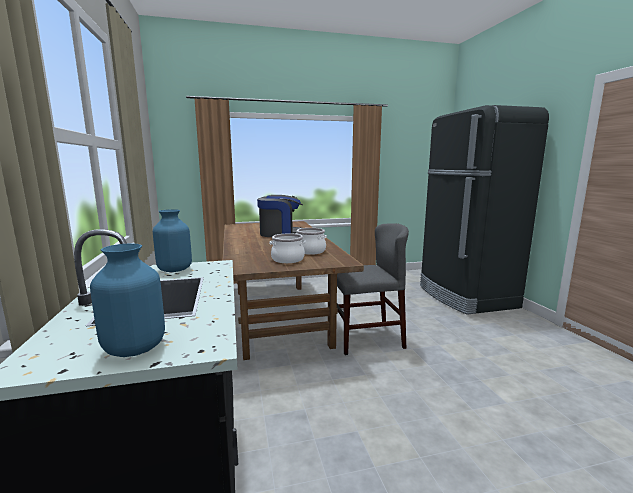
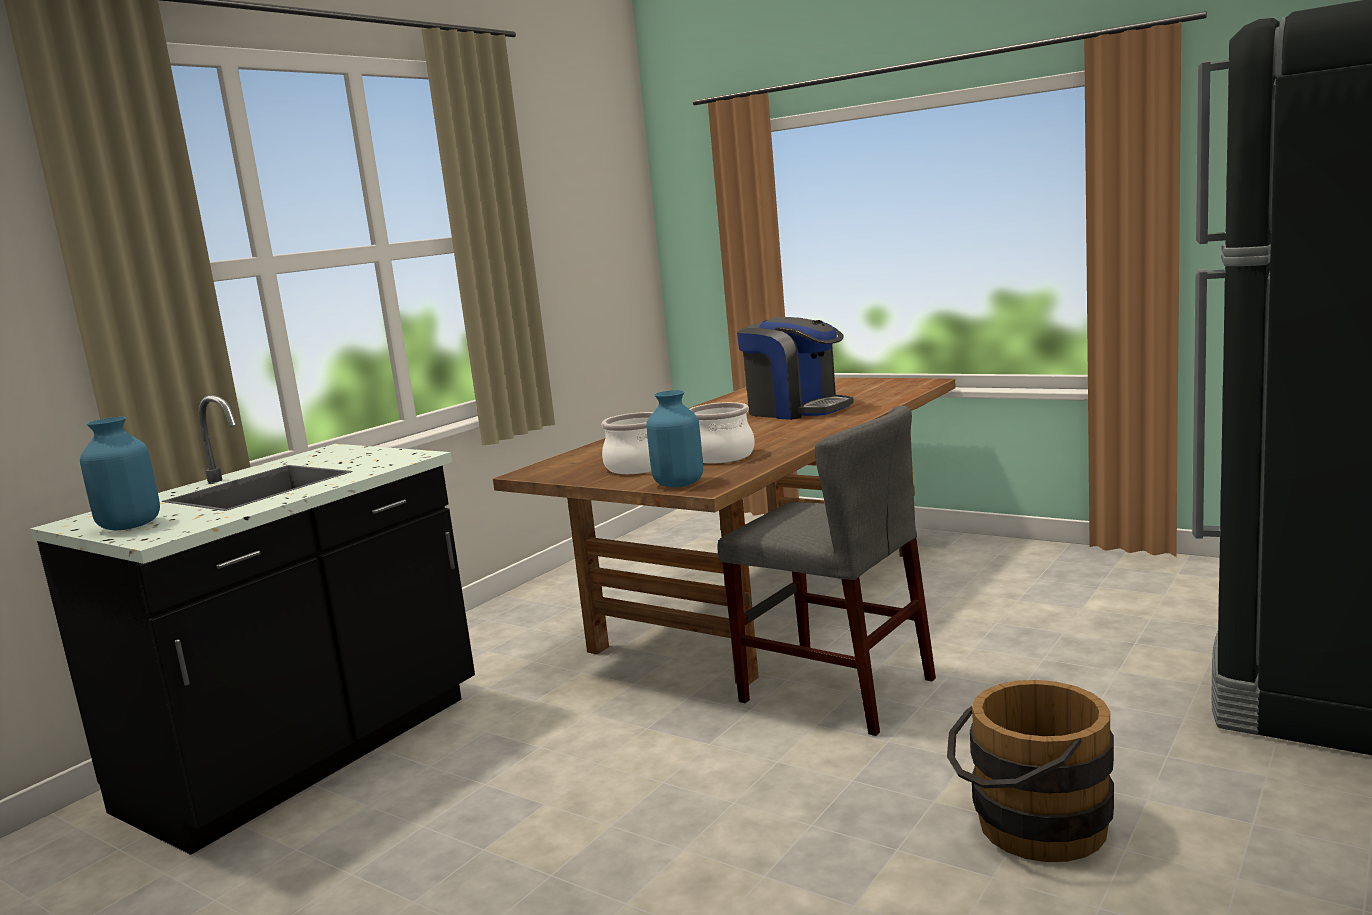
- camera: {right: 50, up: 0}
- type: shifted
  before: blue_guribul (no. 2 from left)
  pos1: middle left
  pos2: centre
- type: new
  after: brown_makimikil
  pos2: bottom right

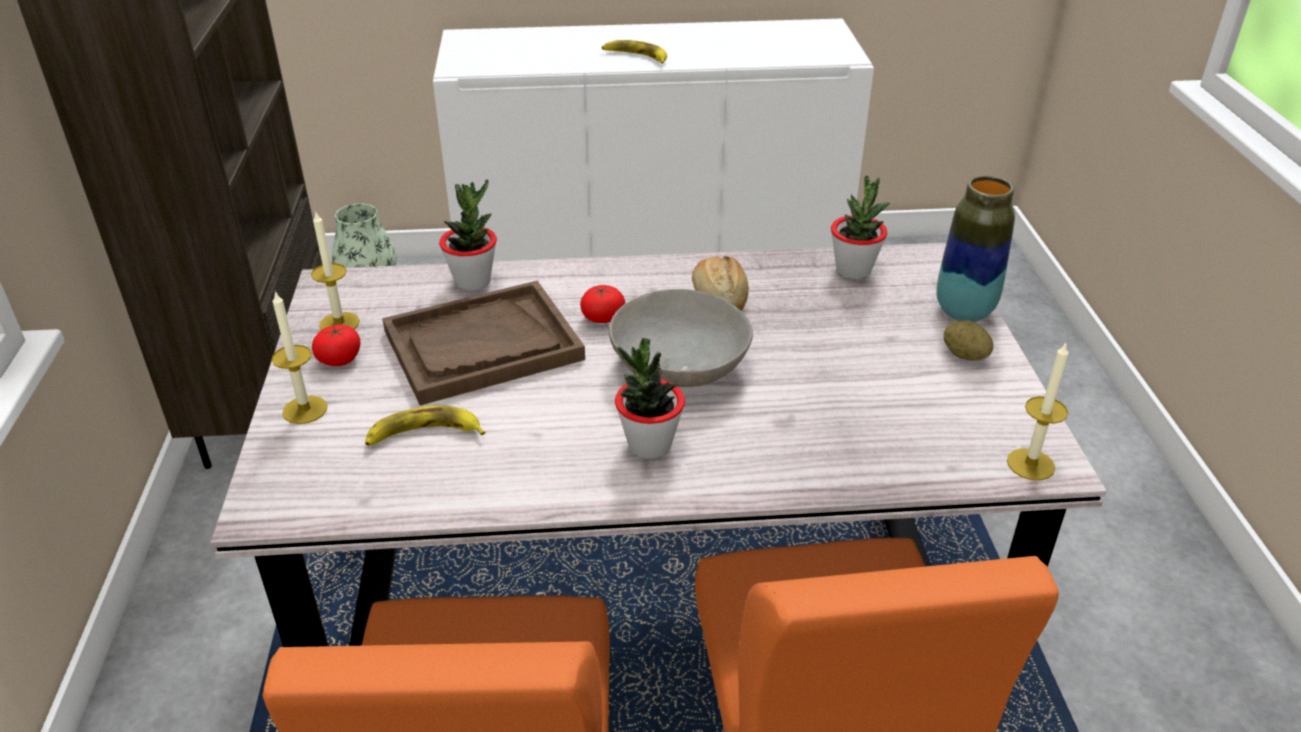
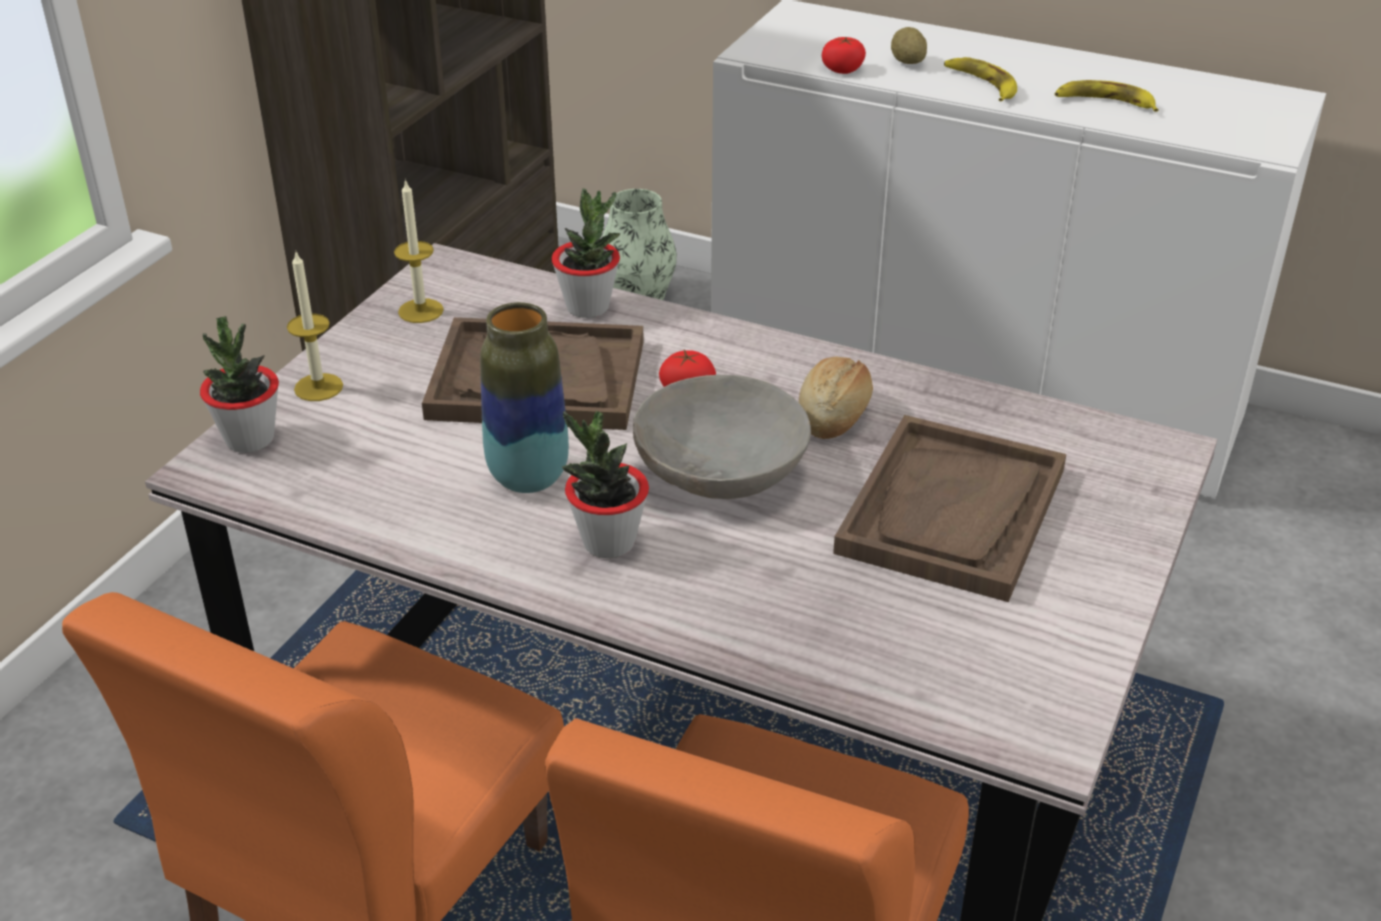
- camera: {right: 30, up: 0}
- type: shifted
  before: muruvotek (no. 1 from left in the first image)
  after: muruvotek (no. 2 from left)
  pos1: middle left
  pos2: top centre
- type: shifted
  before: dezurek (no. 1 from left in the first image)
  after: dezurek (no. 2 from left)
  pos1: middle left
  pos2: top right
- type: shifted
  before: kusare (no. 3 from left in the first image)
  after: kusare (no. 1 from left)
  pos1: top centre
  pos2: middle left
- type: shifted
  before: guribul (no. 2 from left in the first image)
  after: guribul (no. 1 from left)
  pos1: middle right
  pos2: centre
- type: shifted
  before: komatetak
  pos1: middle right
  pos2: top centre
- type: gone
  before: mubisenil (no. 3 from left)
  pos1: middle right
- type: new
  after: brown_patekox (no. 2 from left)
  pos2: middle right

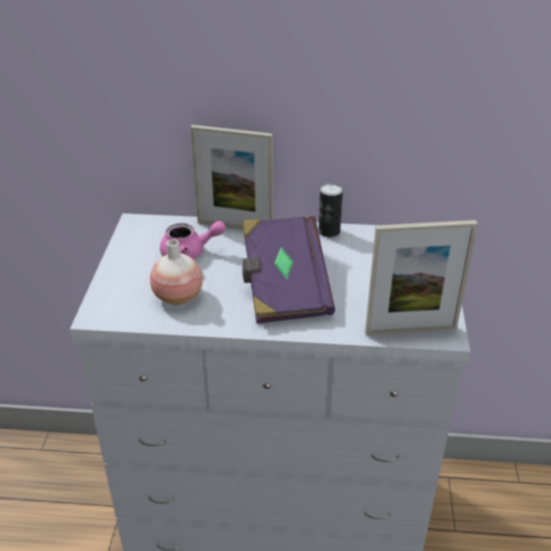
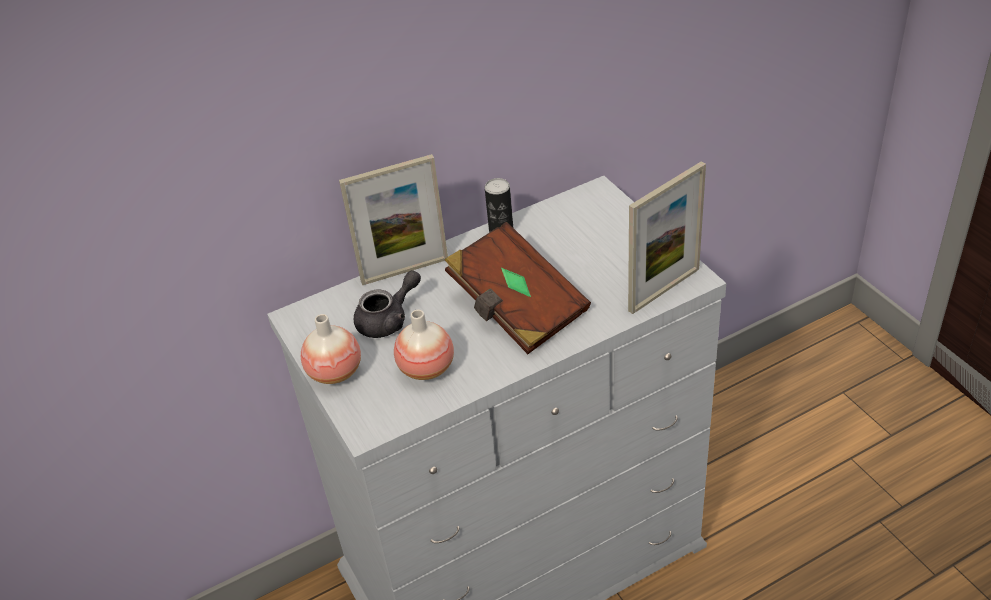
- camera: {right: -30, up: 5}
- type: repainted
  before: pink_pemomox
  after: grey_pemomox
  pos1: centre
  pos2: centre
- type: repainted
  before: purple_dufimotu
  after: brown_dufimotu
  pos1: centre
  pos2: centre
- type: new
  after: guribul (no. 1 from left)
  pos2: centre

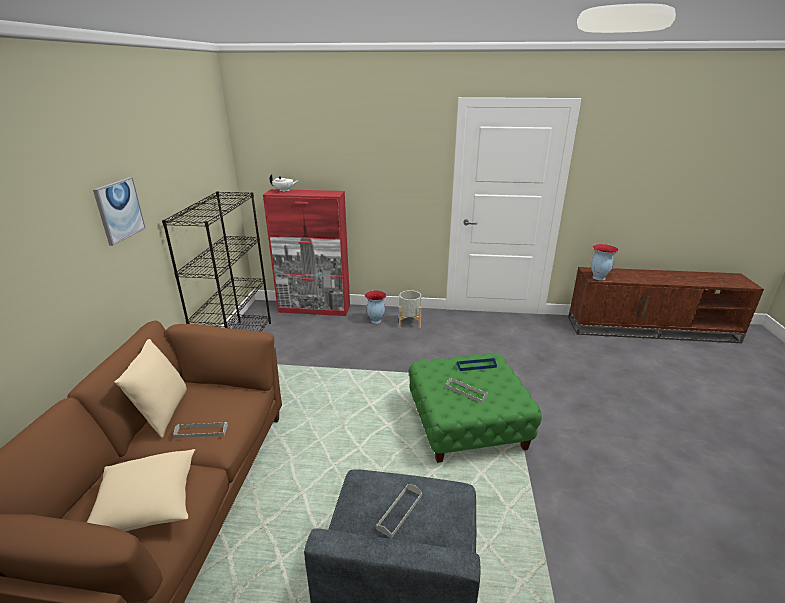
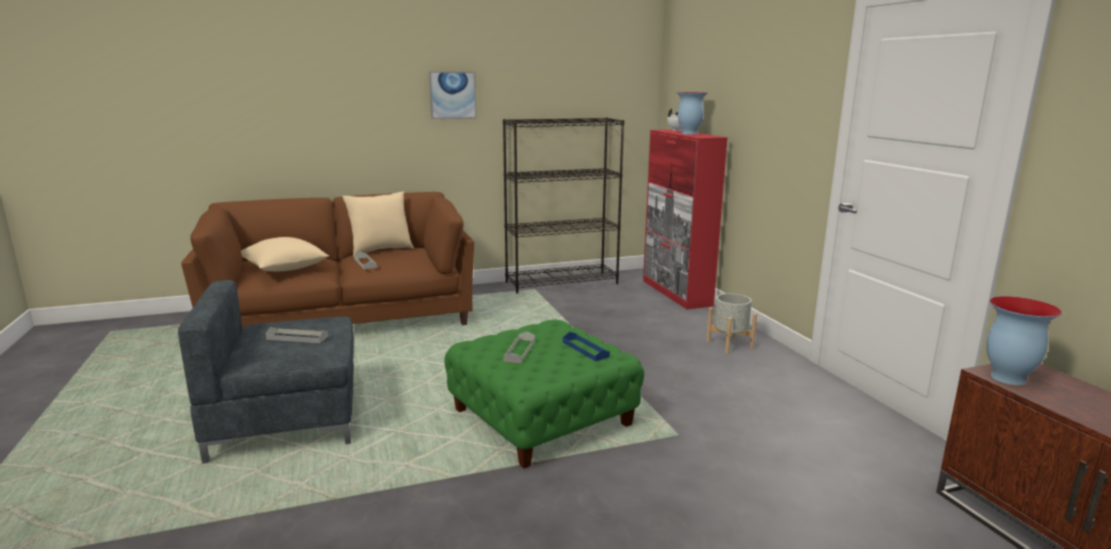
- camera: {right: 65, up: -10}
- type: shifted
  before: guribul (no. 1 from left)
  pos1: centre
  pos2: top centre

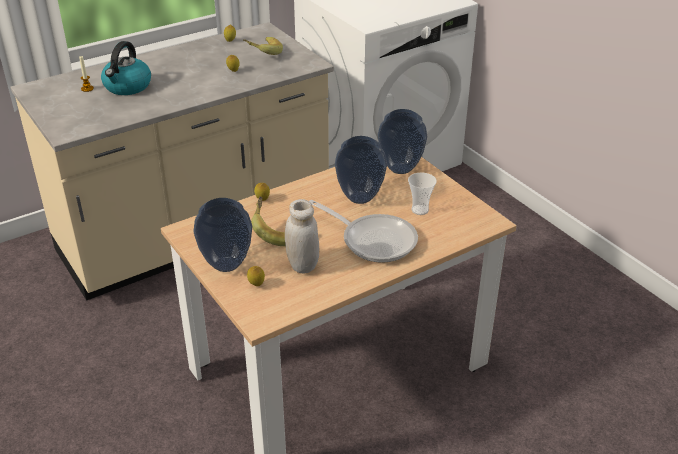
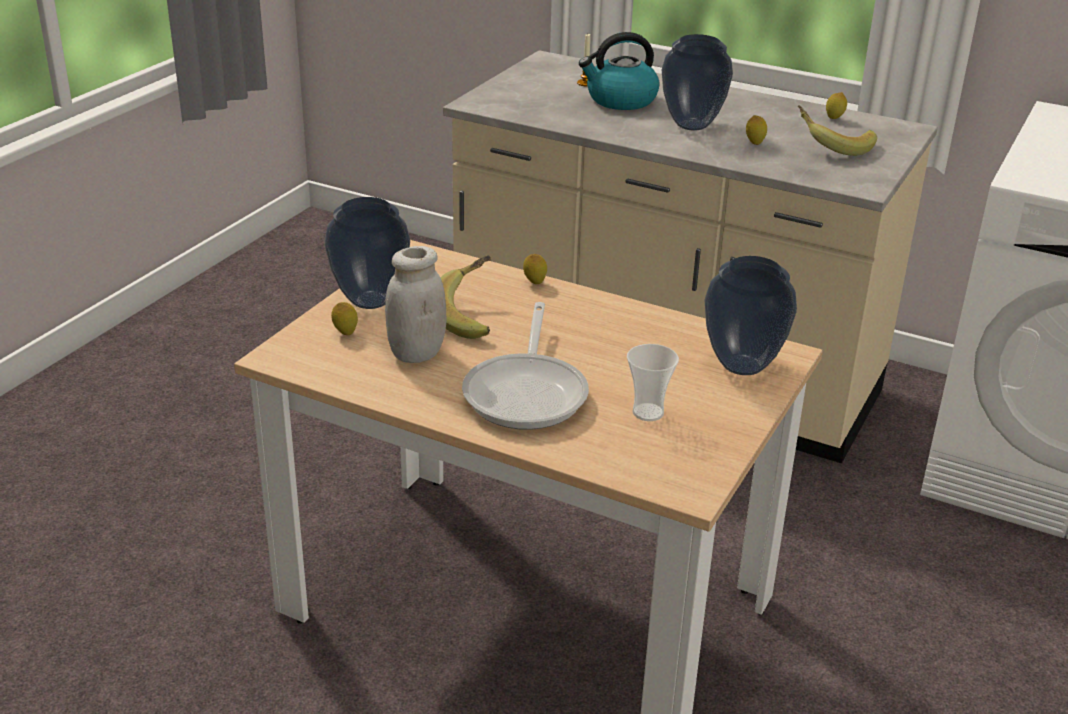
- camera: {right: 60, up: -5}
- type: shifted
  before: guribul (no. 2 from left)
  pos1: centre
  pos2: top centre

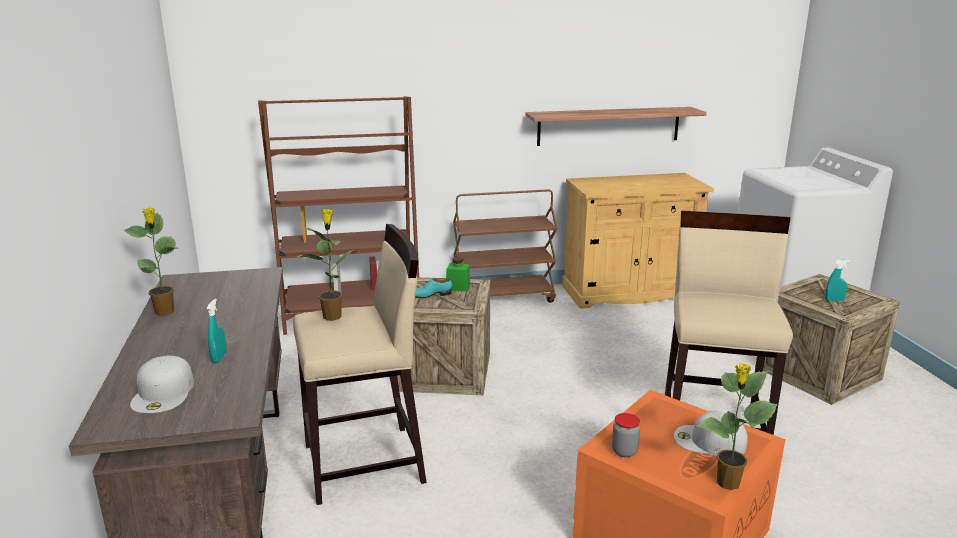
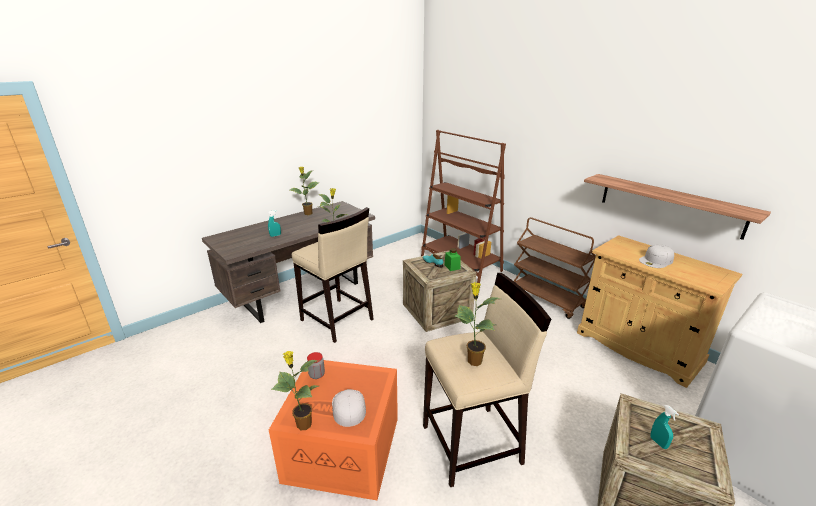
- camera: {right: 60, up: 5}
- type: shifted
  before: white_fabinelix (no. 1 from left in the first image)
  after: white_fabinelix (no. 2 from left)
  pos1: bottom left
  pos2: middle right
- type: new
  after: kusare (no. 4 from left)
  pos2: centre

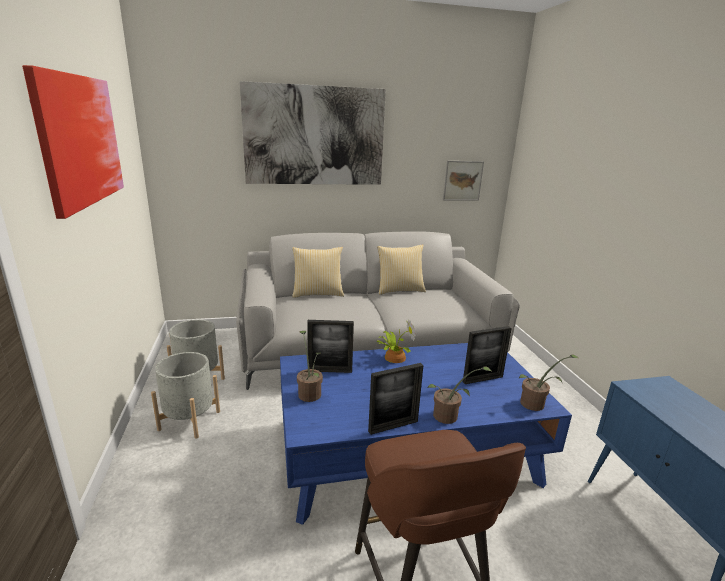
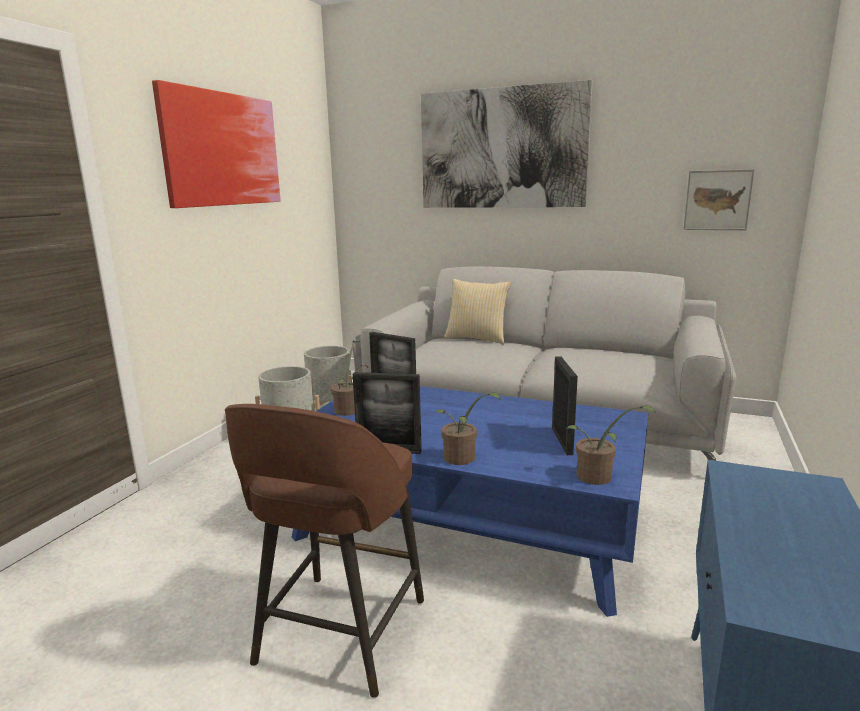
- camera: {right: 35, up: -5}
- type: gone
  before: kusare (no. 2 from left)
  pos1: centre
- type: gone
  before: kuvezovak (no. 2 from left)
  pos1: centre
- type: rotated
  before: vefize (no. 3 from left)
  pos1: middle right
  pos2: centre
  turn: -105

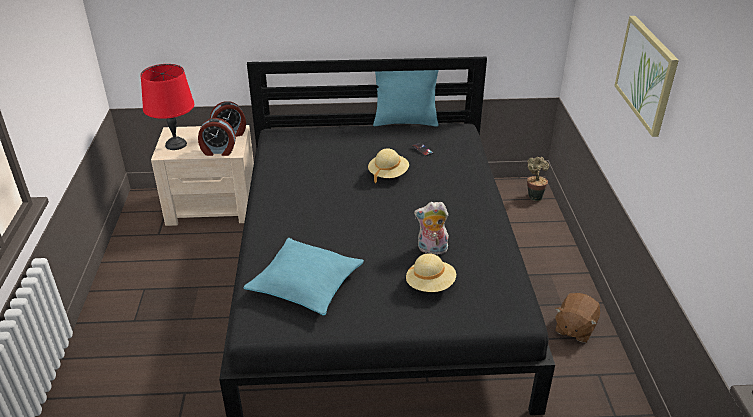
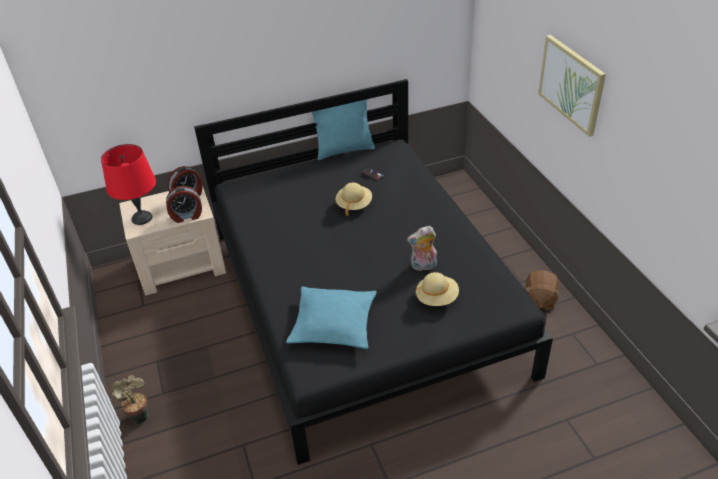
- camera: {right: -15, up: 5}
- type: shifted
  before: kusare
  pos1: middle right
  pos2: bottom left

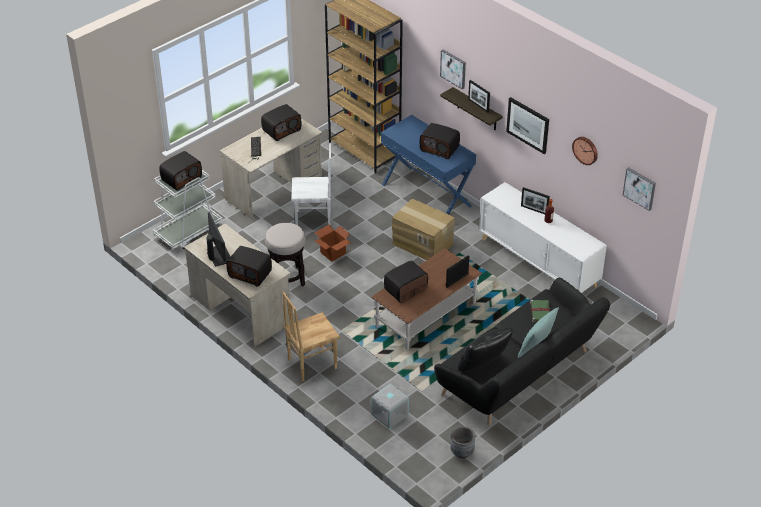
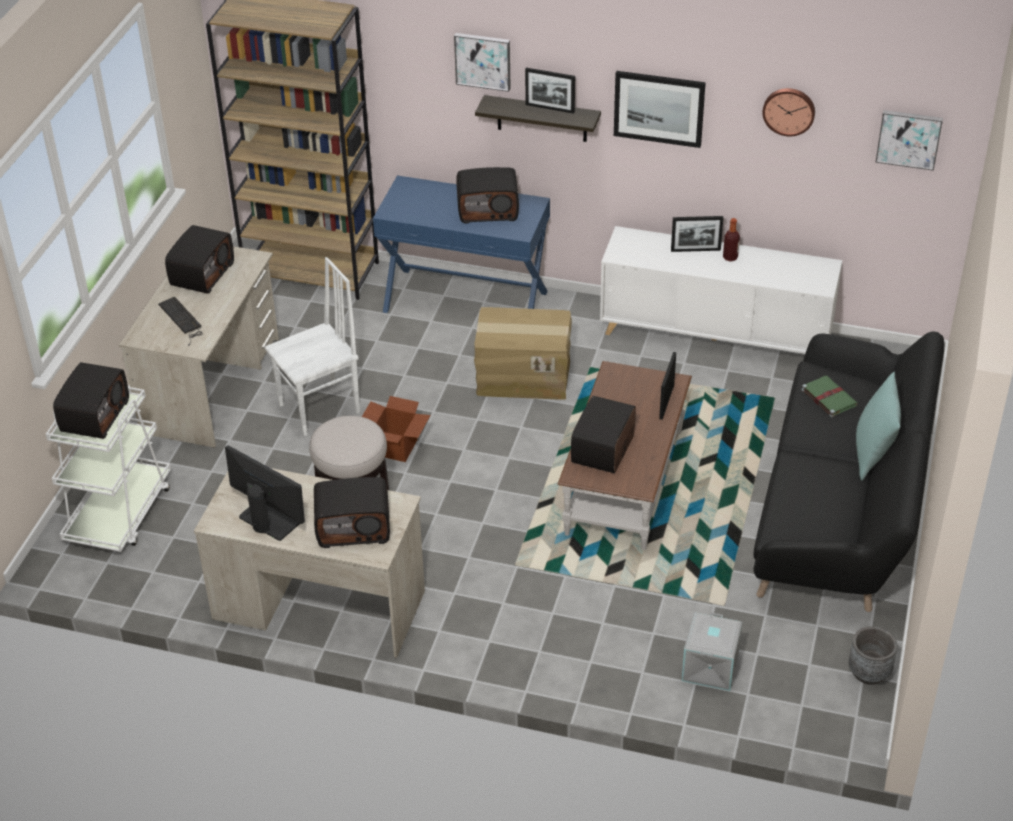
- camera: {right: -30, up: 0}
- type: gone
  before: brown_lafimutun
  pos1: centre
- type: gone
  before: black_kuvezovak
  pos1: bottom centre

